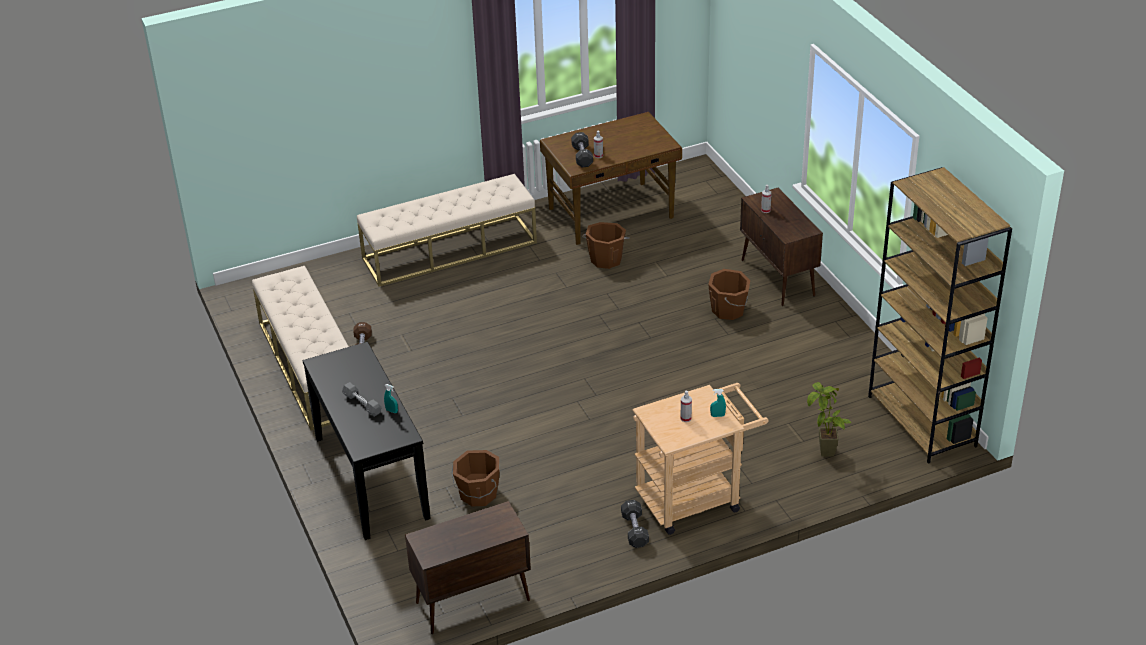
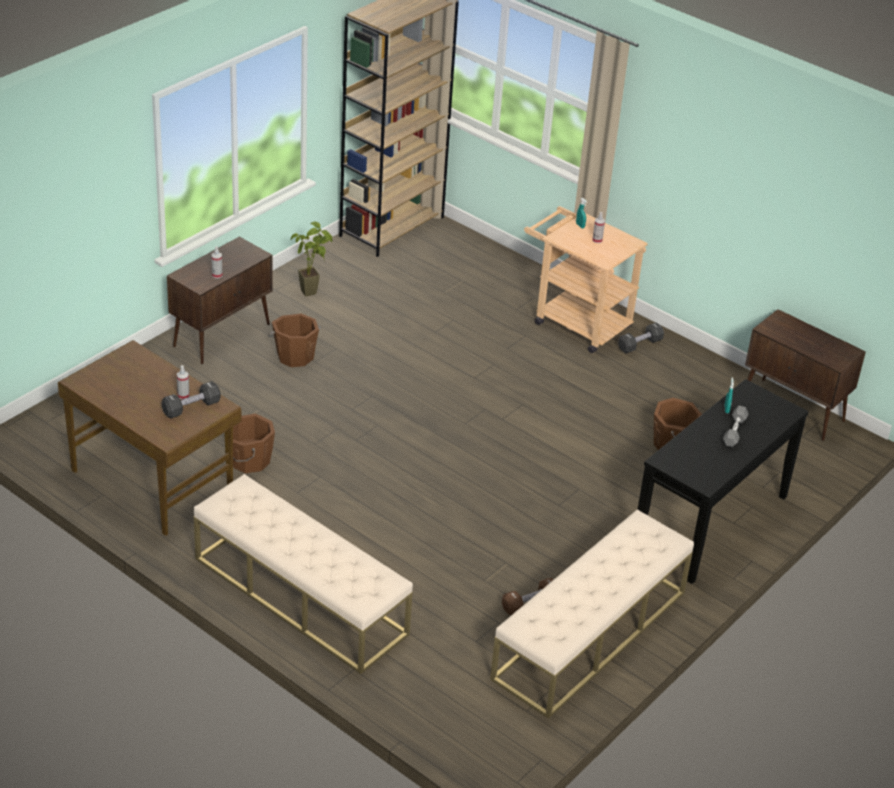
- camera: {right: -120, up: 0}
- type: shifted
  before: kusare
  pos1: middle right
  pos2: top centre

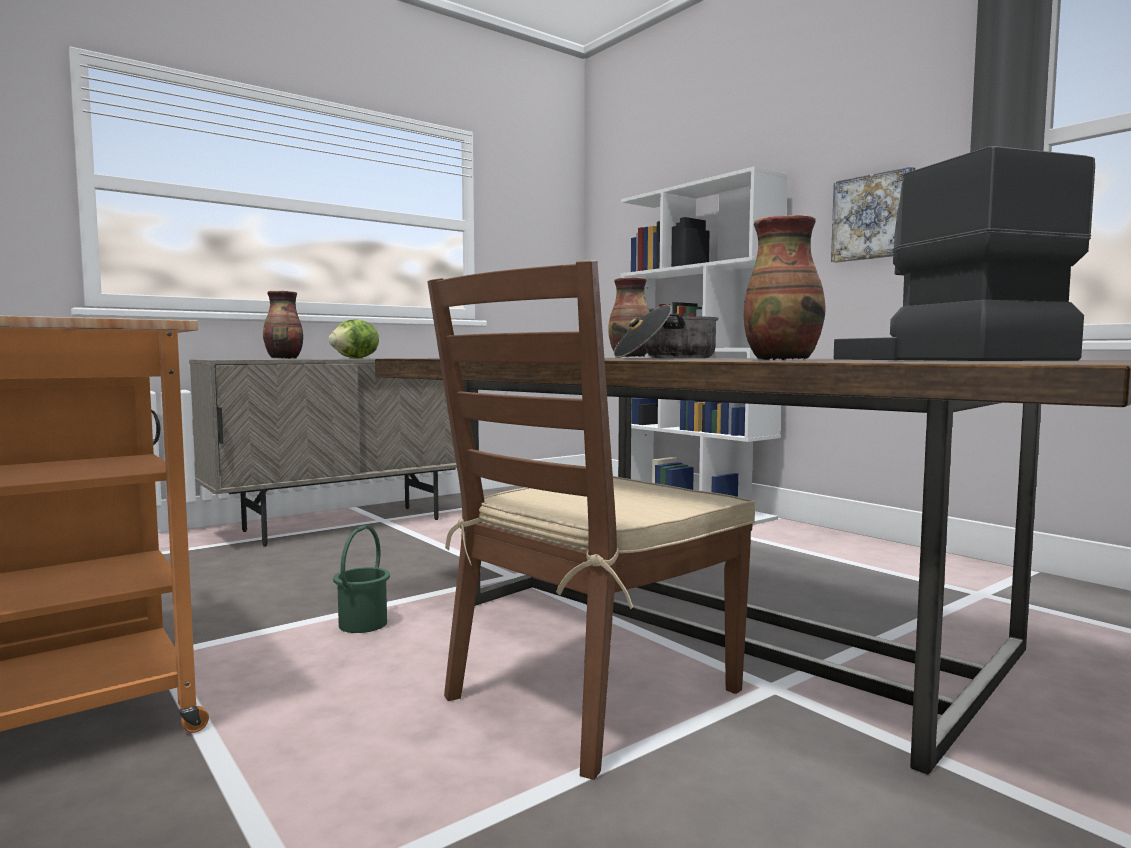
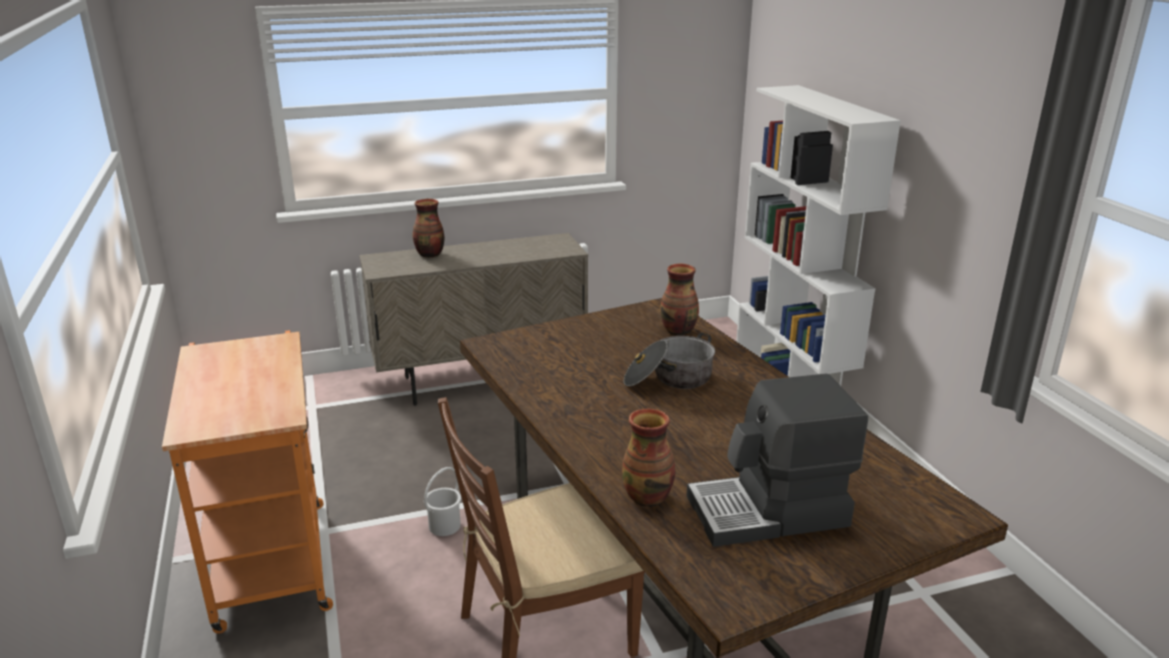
- camera: {right: 20, up: 20}
- type: gone
  before: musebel
  pos1: middle left
- type: repainted
  before: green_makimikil
  after: white_makimikil
  pos1: bottom left
  pos2: bottom centre
- type: gone
  before: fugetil
  pos1: top right
- type: rotated
  before: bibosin
  pos1: top right
  pos2: bottom centre
  turn: -105

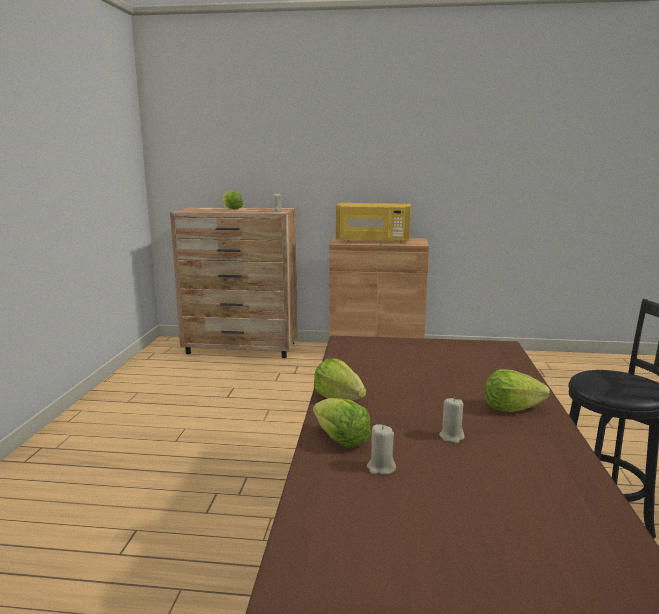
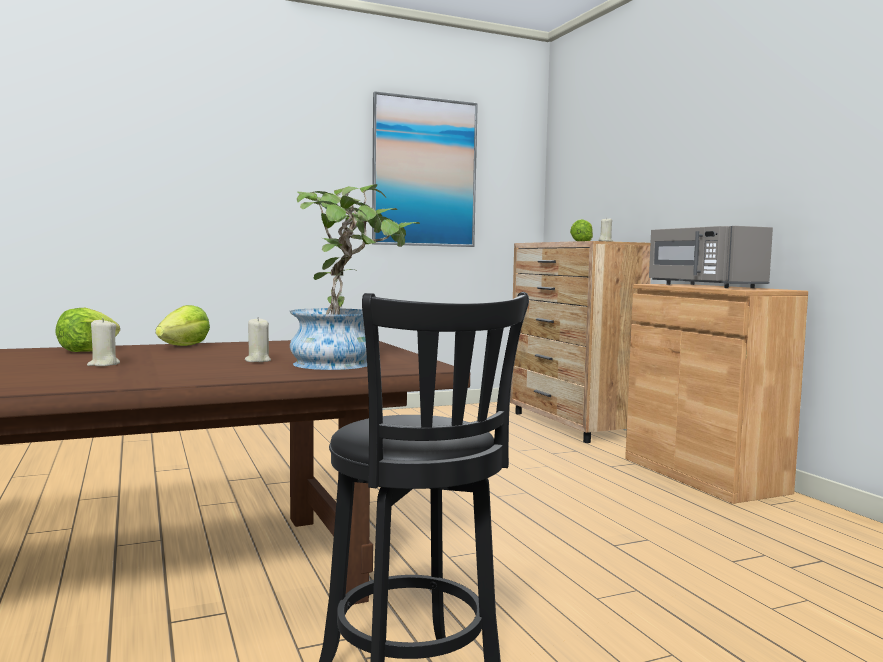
- camera: {right: 60, up: -10}
- type: repainted
  before: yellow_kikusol
  after: grey_kikusol
  pos1: centre
  pos2: middle right
- type: shifted
  before: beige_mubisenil (no. 2 from left)
  pos1: bottom centre
  pos2: middle left
- type: gone
  before: musebel (no. 4 from left)
  pos1: middle right
- type: new
  after: kusare
  pos2: centre
- type: new
  after: fugetil
  pos2: top centre

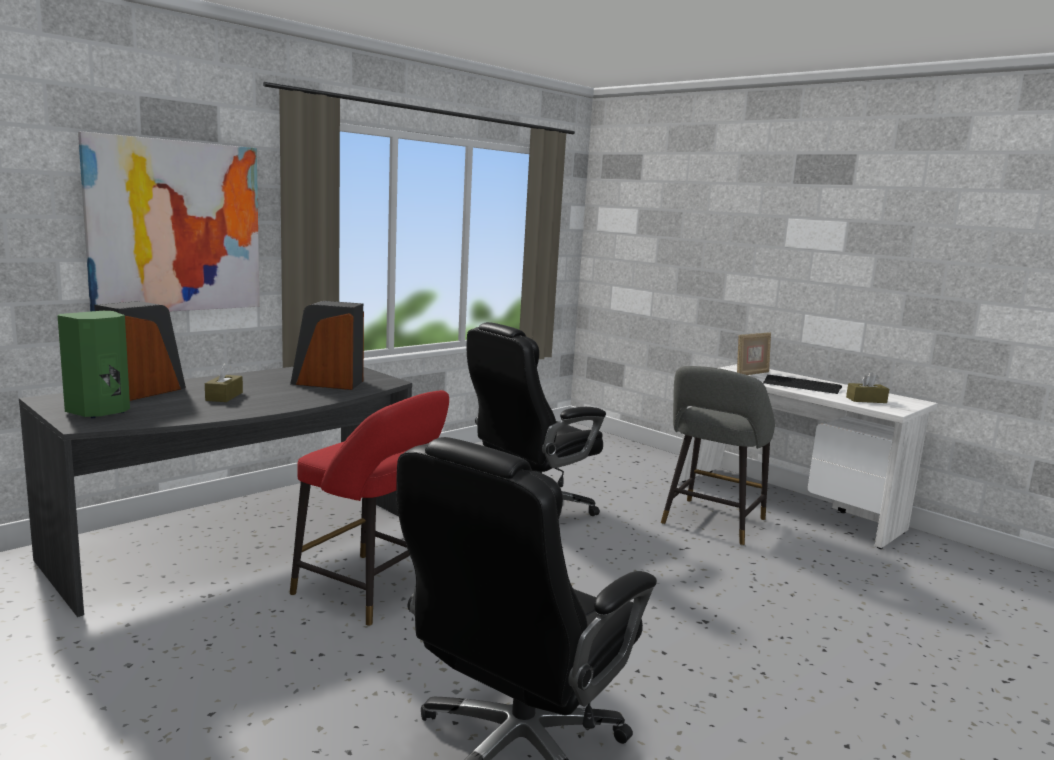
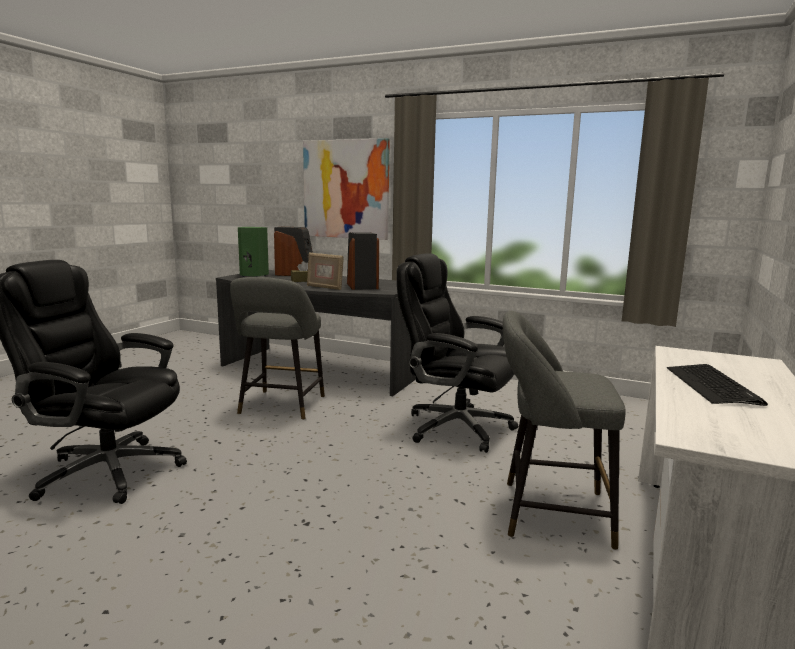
- camera: {right: 70, up: 0}
- type: repainted
  before: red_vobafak
  after: grey_vobafak (no. 1 from left)
  pos1: bottom centre
  pos2: centre
- type: shifted
  before: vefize
  pos1: middle right
  pos2: centre
- type: gone
  before: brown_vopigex (no. 2 from left)
  pos1: middle right

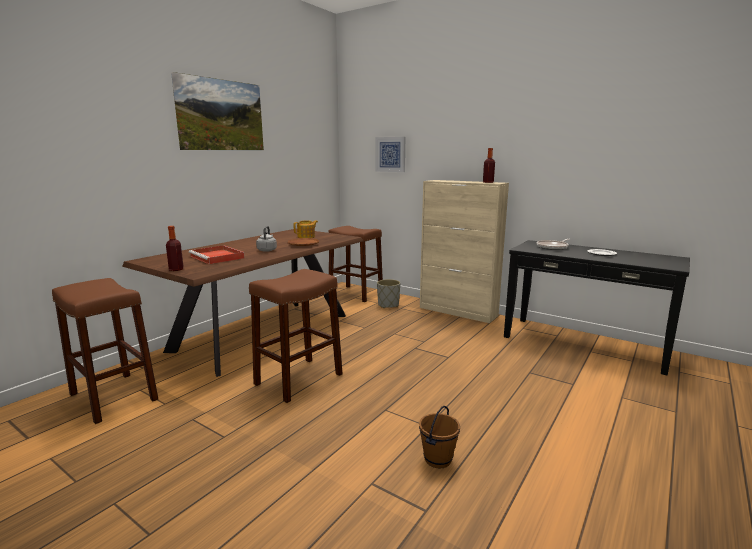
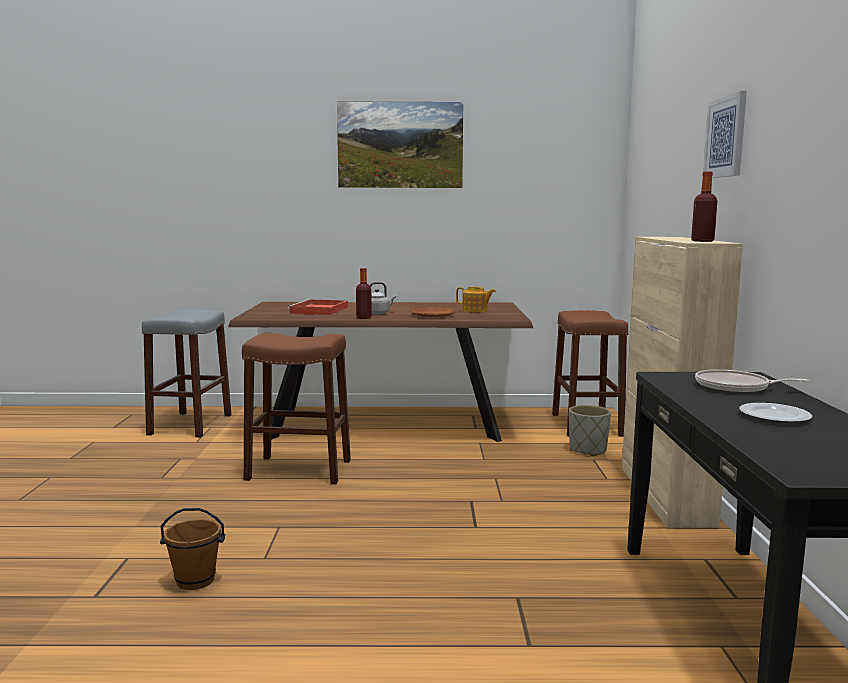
- camera: {right: 55, up: -5}
- type: repainted
  before: brown_vobafak (no. 1 from left)
  after: grey_vobafak
  pos1: middle left
  pos2: middle left
- type: shifted
  before: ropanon (no. 1 from left)
  pos1: middle left
  pos2: centre
- type: shifted
  before: fugetil (no. 2 from left)
  pos1: top centre
  pos2: top right

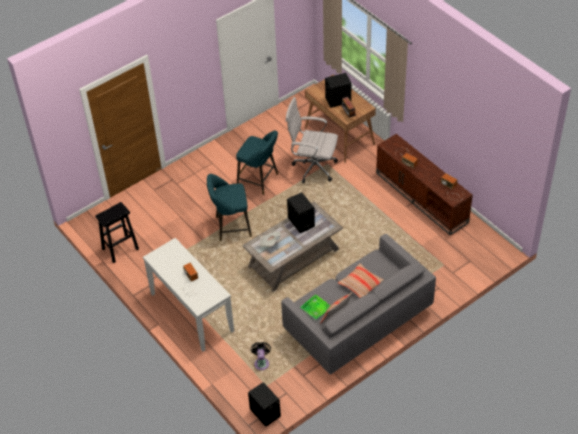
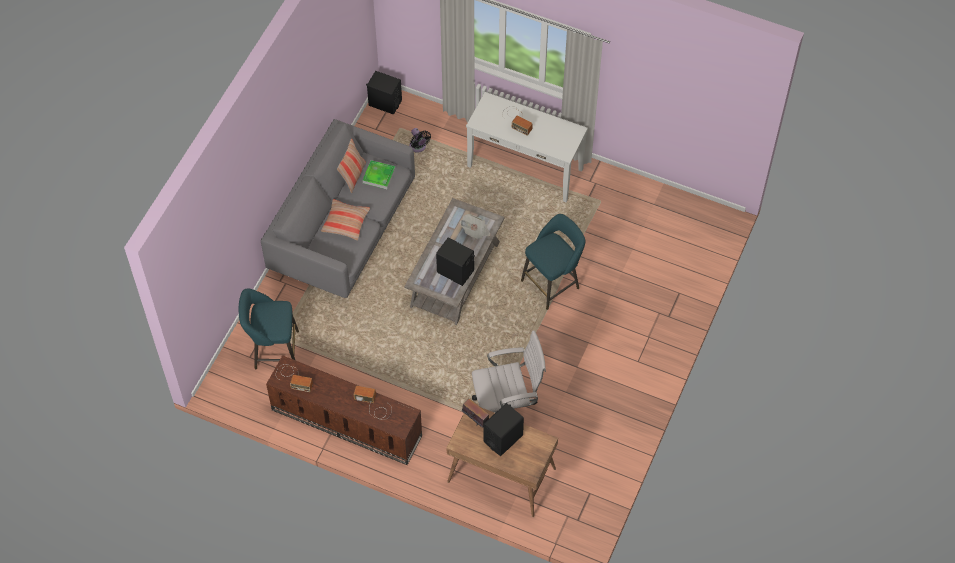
- camera: {right: 150, up: 10}
- type: gone
  before: black_vobafak
  pos1: middle left
- type: shifted
  before: turquoise_vobafak (no. 2 from left in the first image)
  after: turquoise_vobafak (no. 1 from left)
  pos1: centre
  pos2: middle left

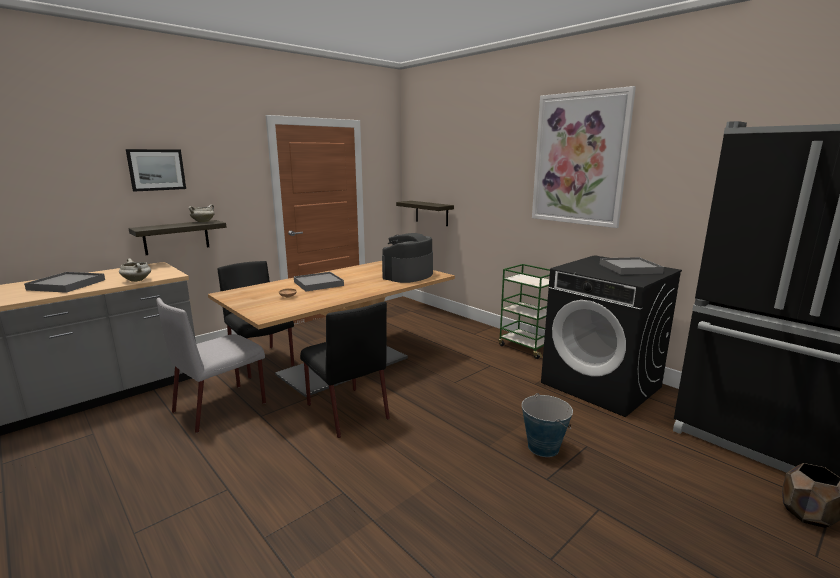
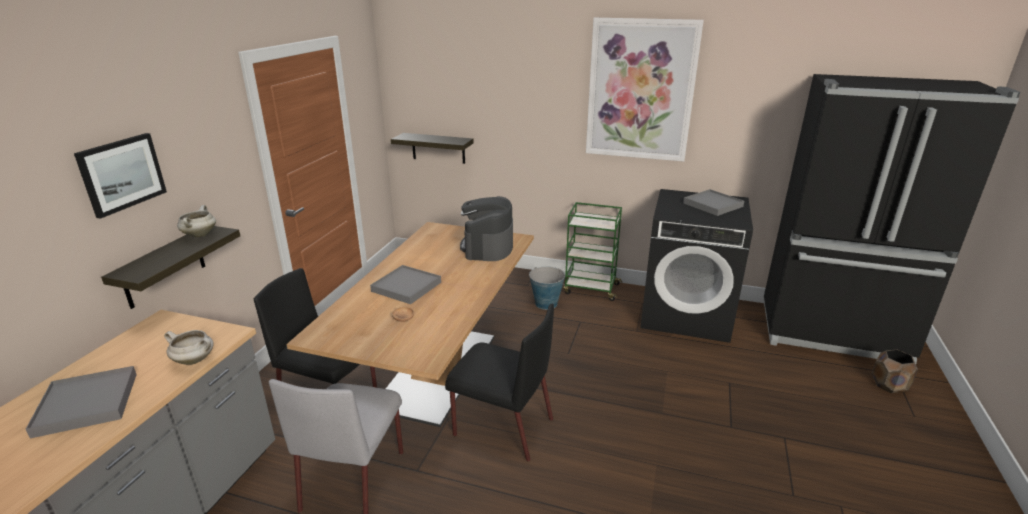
- camera: {right: -30, up: 10}
- type: shifted
  before: makimikil
  pos1: bottom centre
  pos2: centre

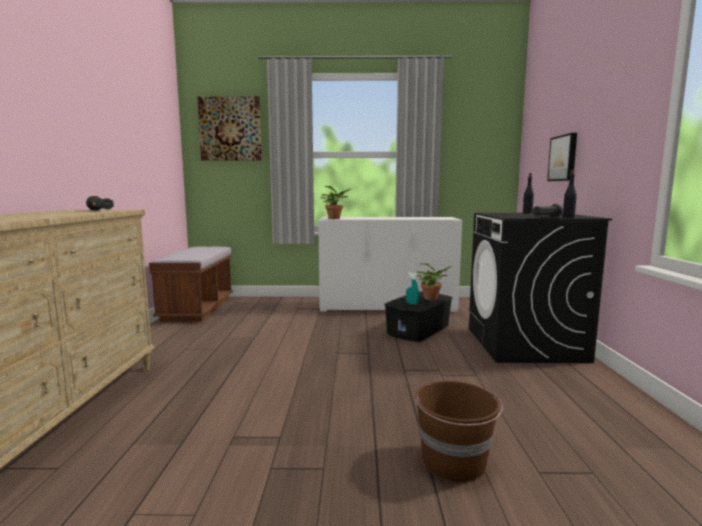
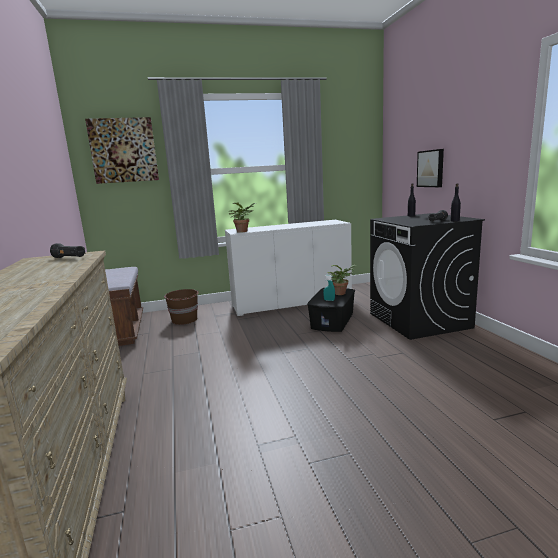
- camera: {right: -15, up: 5}
- type: shifted
  before: brown_makimikil
  pos1: bottom centre
  pos2: middle left

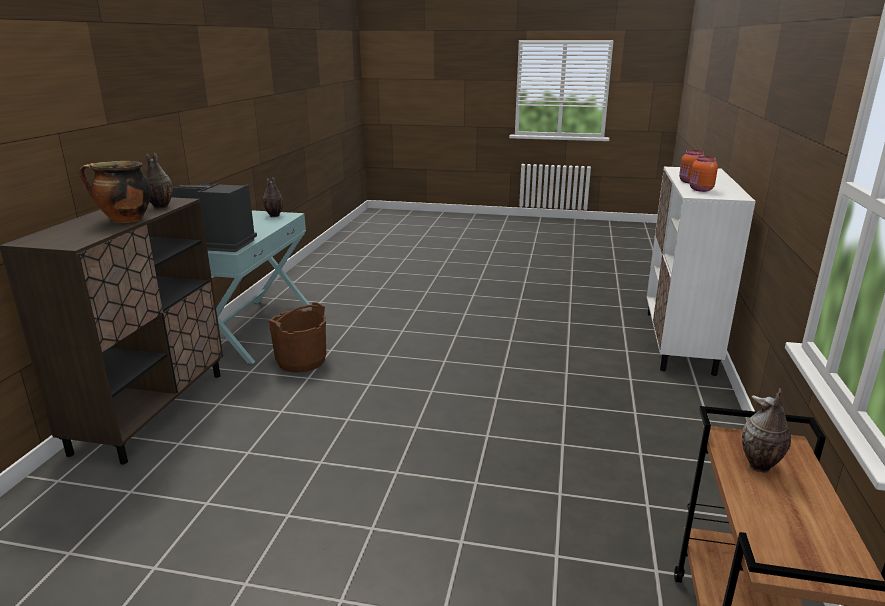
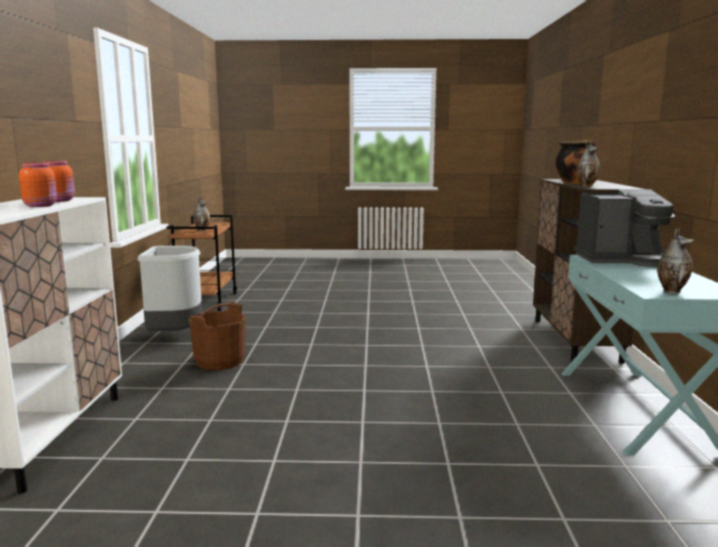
- camera: {right: 170, up: -10}
- type: shifted
  before: brown_makimikil
  pos1: centre
  pos2: middle left
- type: new
  after: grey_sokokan
  pos2: middle left

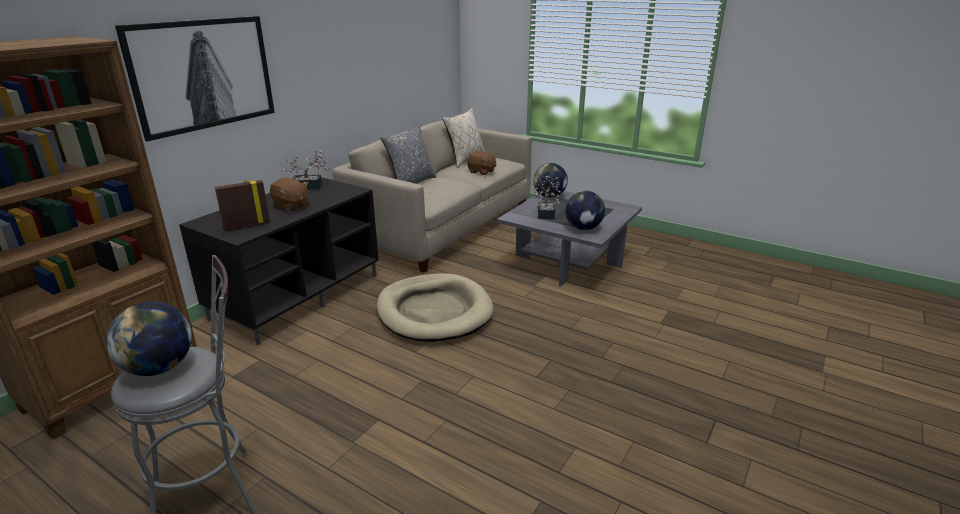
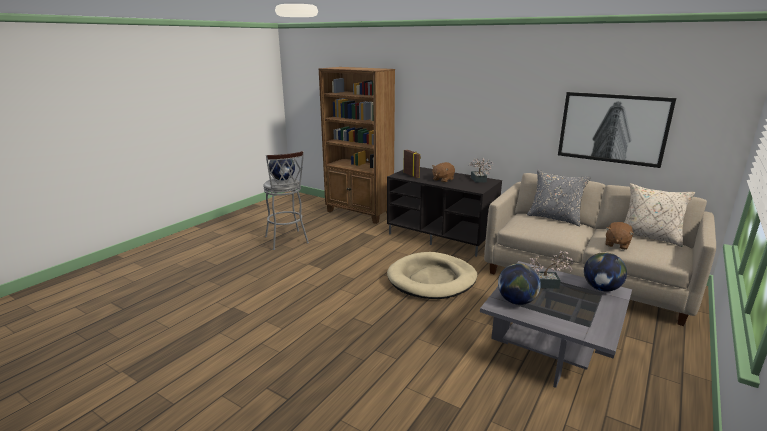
- camera: {right: 90, up: -5}
- type: shifted
  before: fugetil
  pos1: top left
  pos2: top right

